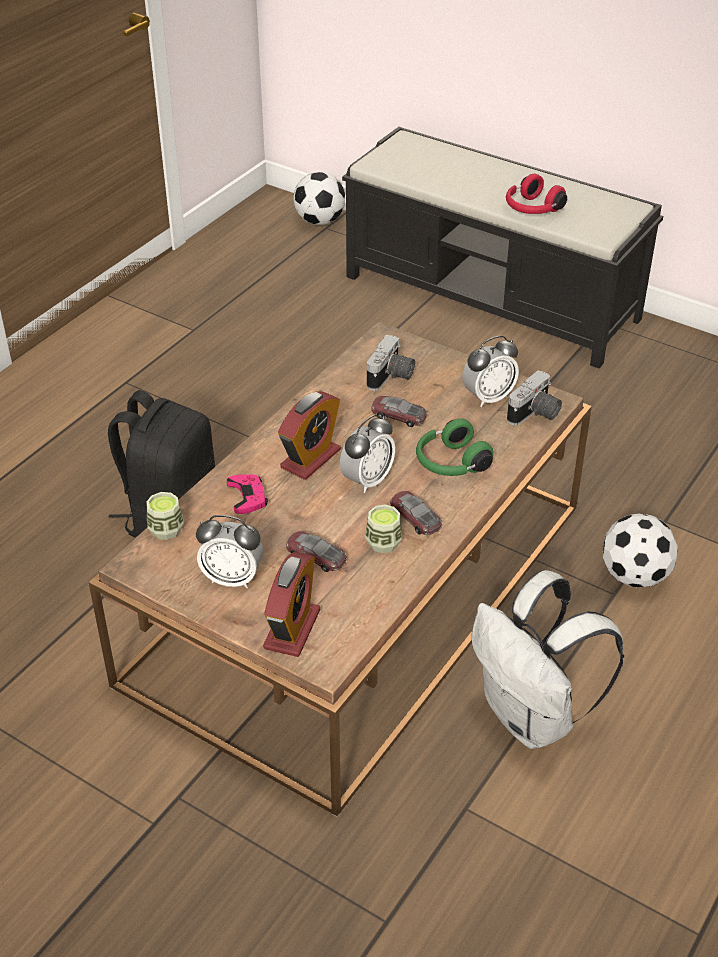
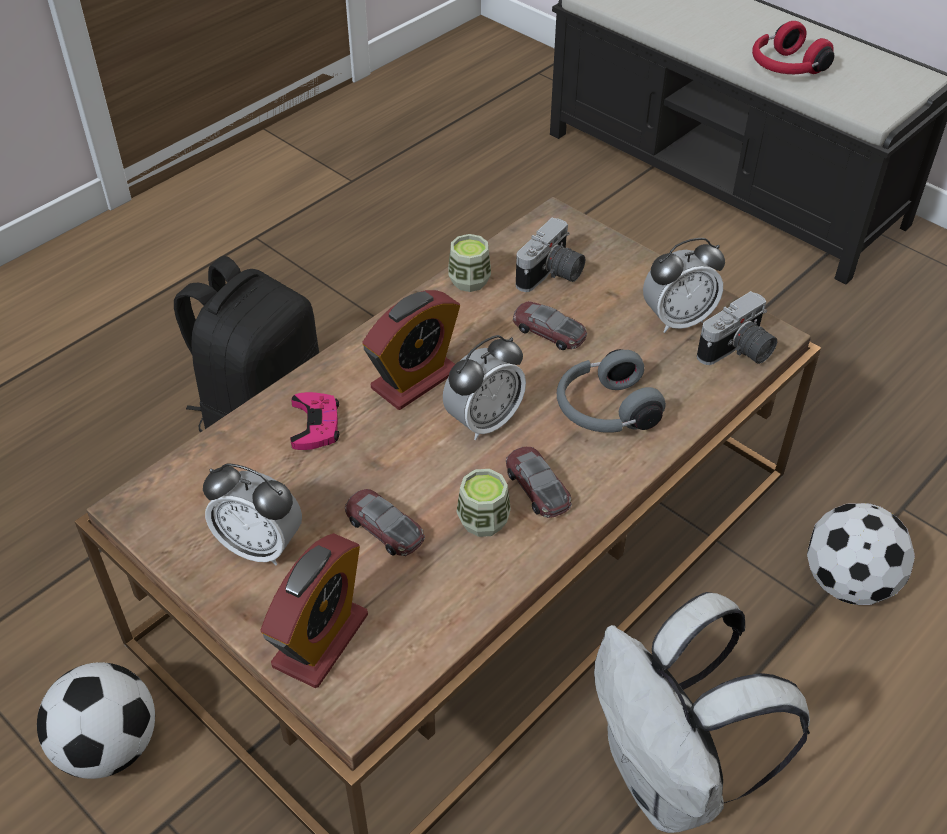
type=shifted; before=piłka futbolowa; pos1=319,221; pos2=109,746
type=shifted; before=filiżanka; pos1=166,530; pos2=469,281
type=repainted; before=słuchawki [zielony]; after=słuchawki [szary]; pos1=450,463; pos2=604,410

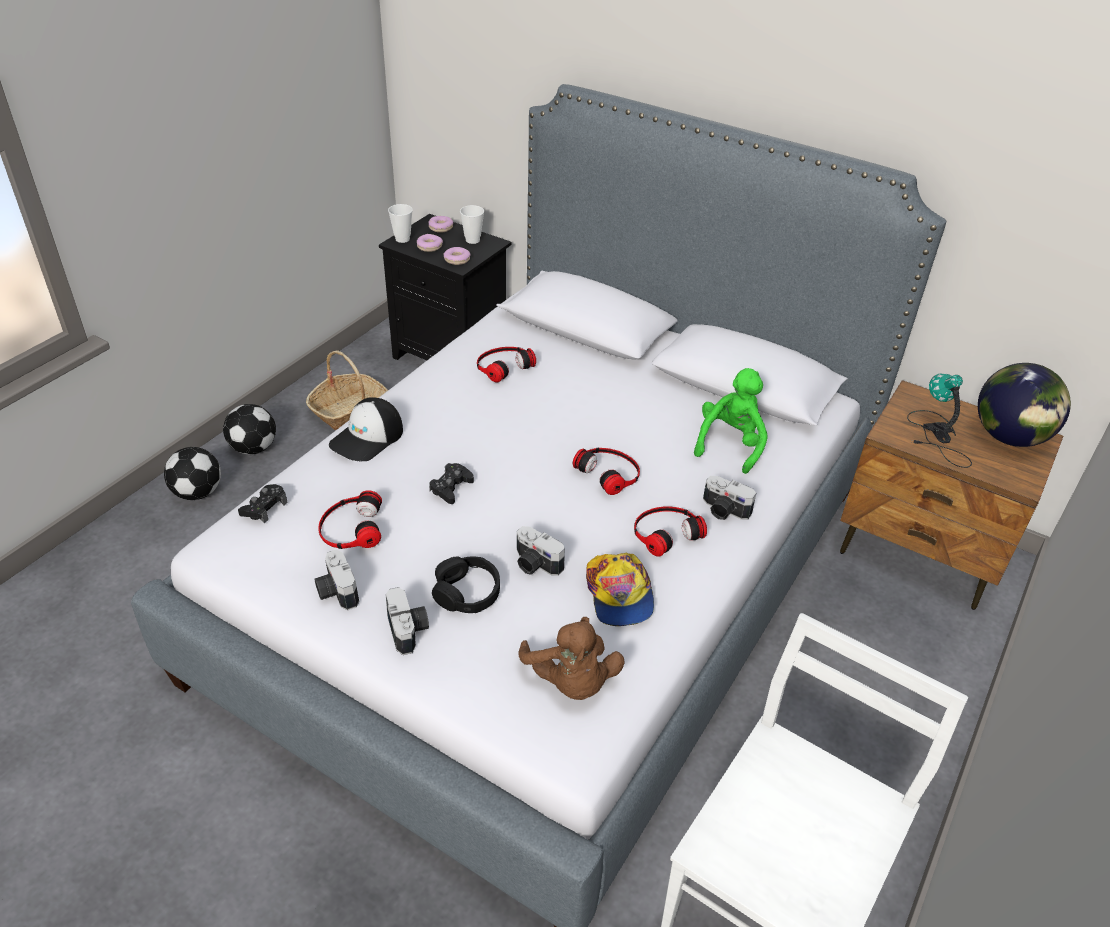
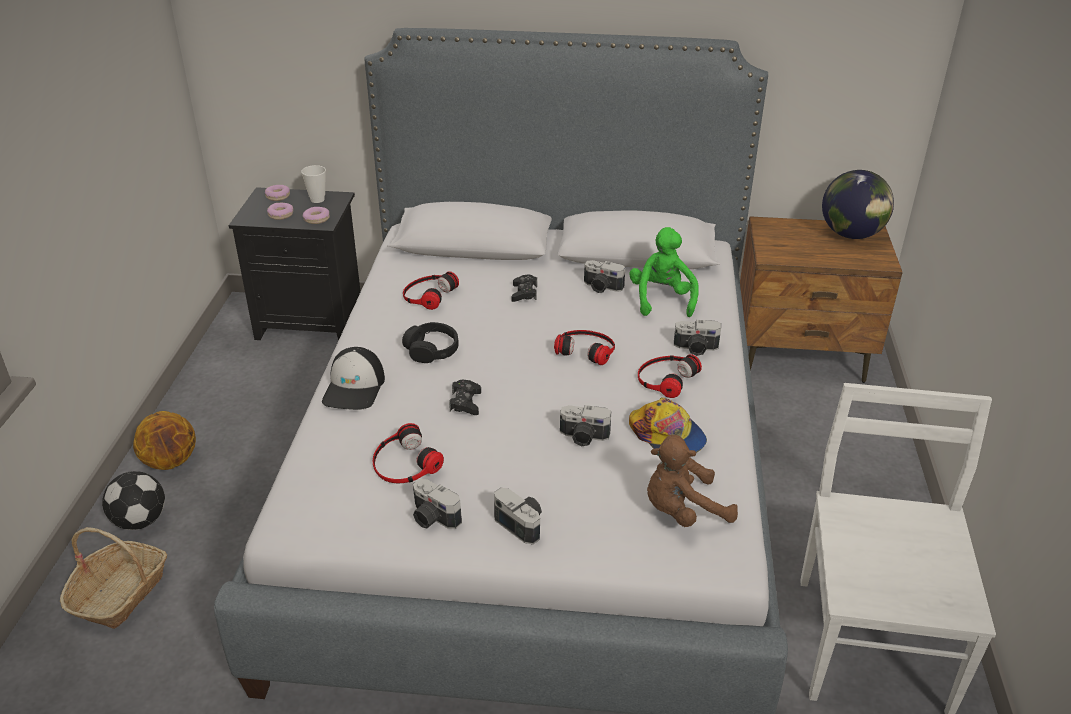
type=shifted; before=koszyk; pos1=349,410; pos2=120,593
type=swapped; before=piłka futbolowa; after=piłka do koszykówki; pos1=254,448; pos2=171,462
type=shifted; before=słuchawki [czarny]; pos1=467,592; pos2=432,350
type=shifted; before=pad do gier [czarny]; pos1=264,507; pos2=524,293
type=new; after=aparat fotograficzny; pos2=601,287
type=rotated; before=pluszak [brązowy]; pos1=571,681; pos2=682,511; turn=120
type=gone; before=filiżanka; pos1=402,239
type=gone; before=lampa stołowa; pos1=937,436

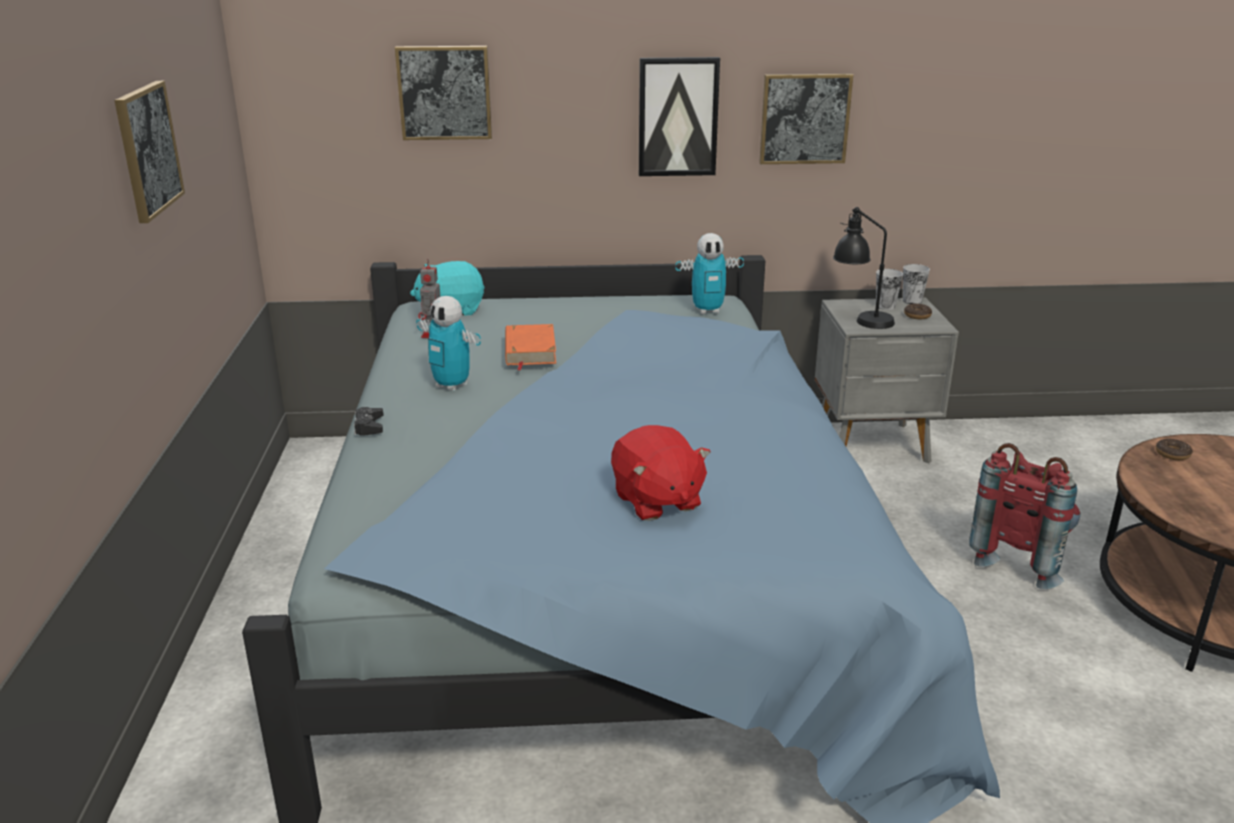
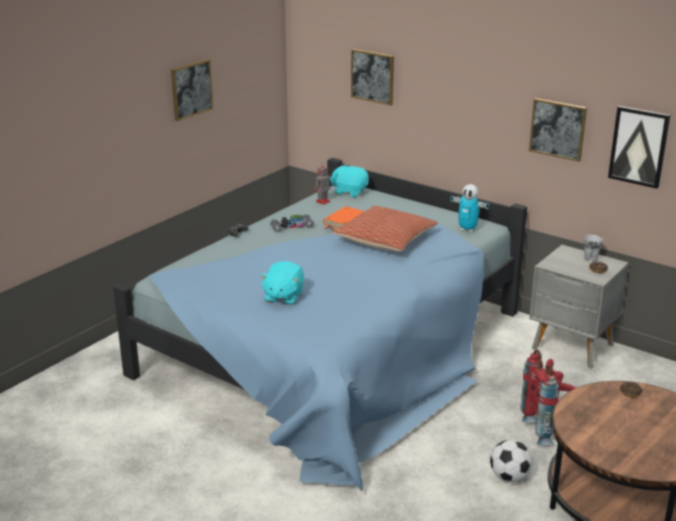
type=repainted; before=pluszak [czerwony]; after=pluszak [turkusowy]; pos1=656,501; pos2=283,297
type=swapped; before=robot zabawkowy; after=samochodzik; pos1=452,386; pos2=292,227
type=new; after=poduszka; pos2=385,240
type=new; after=piłka futbolowa; pos2=509,477
type=shifted; before=obraz; pos1=678,117; pos2=639,146
type=gone; before=lampa stołowa [czarny]; pos1=859,318
type=gone; before=filiżanka; pos1=912,301

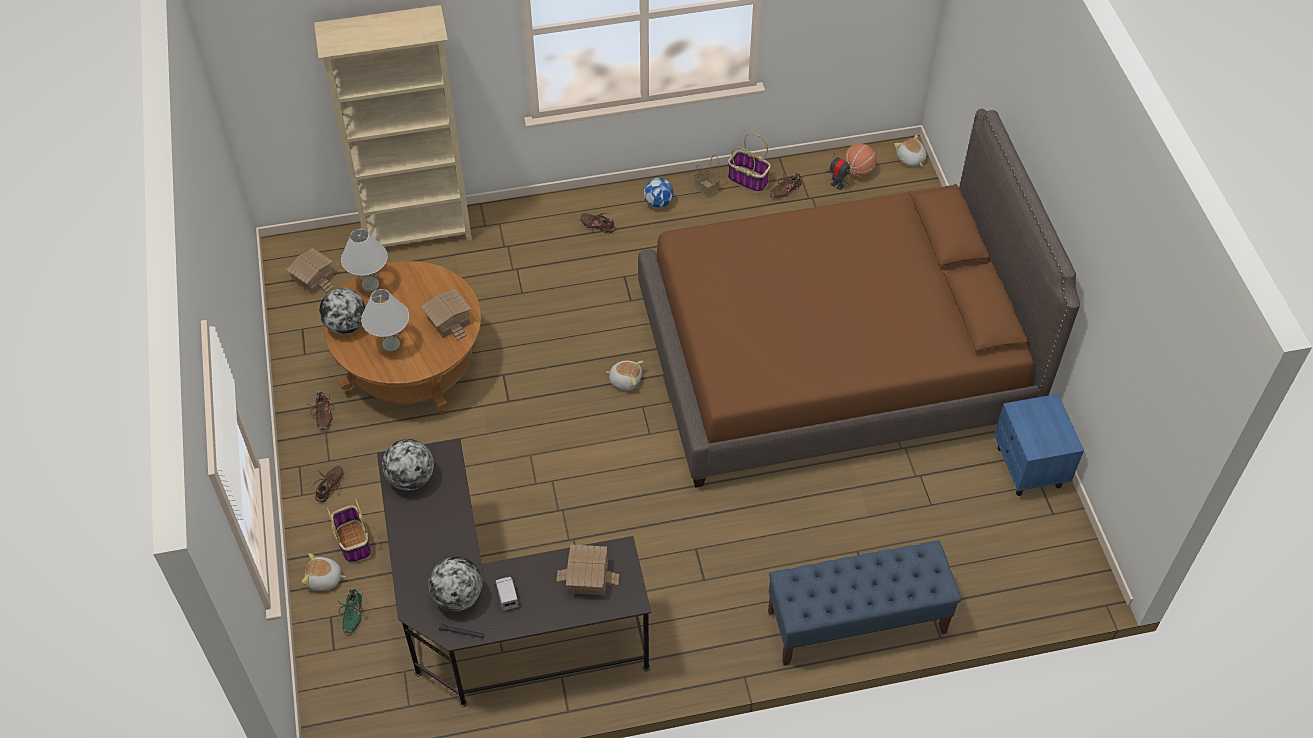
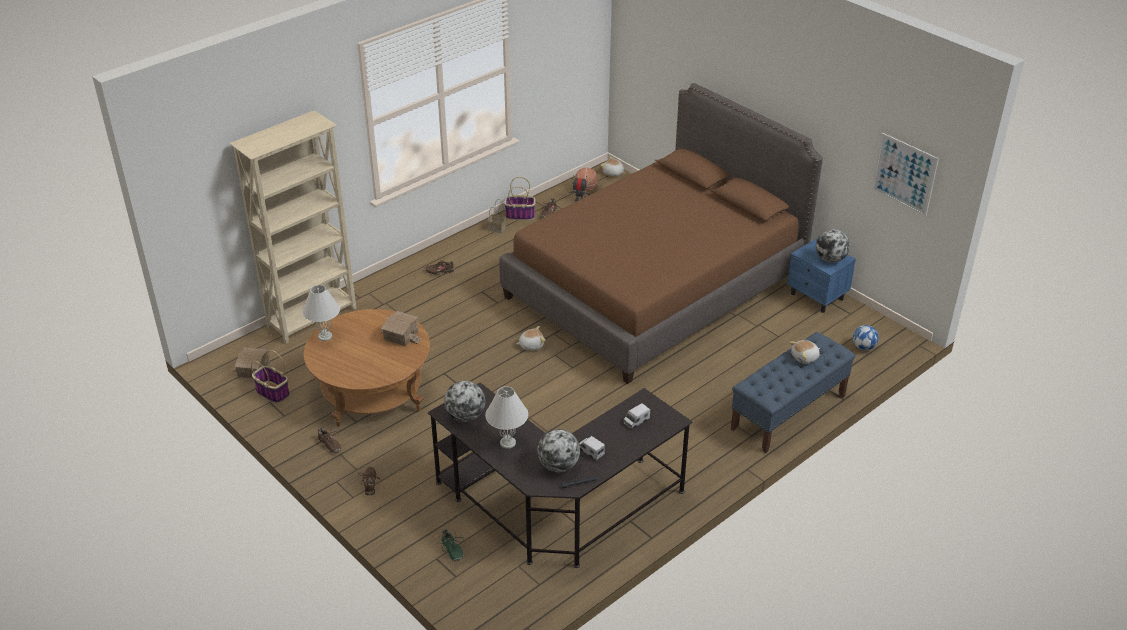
type=shifted; before=koszyk; pos1=353,541; pos2=272,392
type=shifted; before=lampa stołowa [biały]; pos1=390,344; pos2=507,443
type=swapped; before=domek; after=ciężarówka zabawkowa; pos1=587,579; pos2=636,421
type=shifted; before=pluszak; pos1=324,579; pos2=805,358
type=shifted; before=globus; pos1=346,325; pos2=830,259
type=shifted; before=piłka futbolowa; pos1=658,203; pos2=863,347
type=new; after=obraz; pos2=904,174

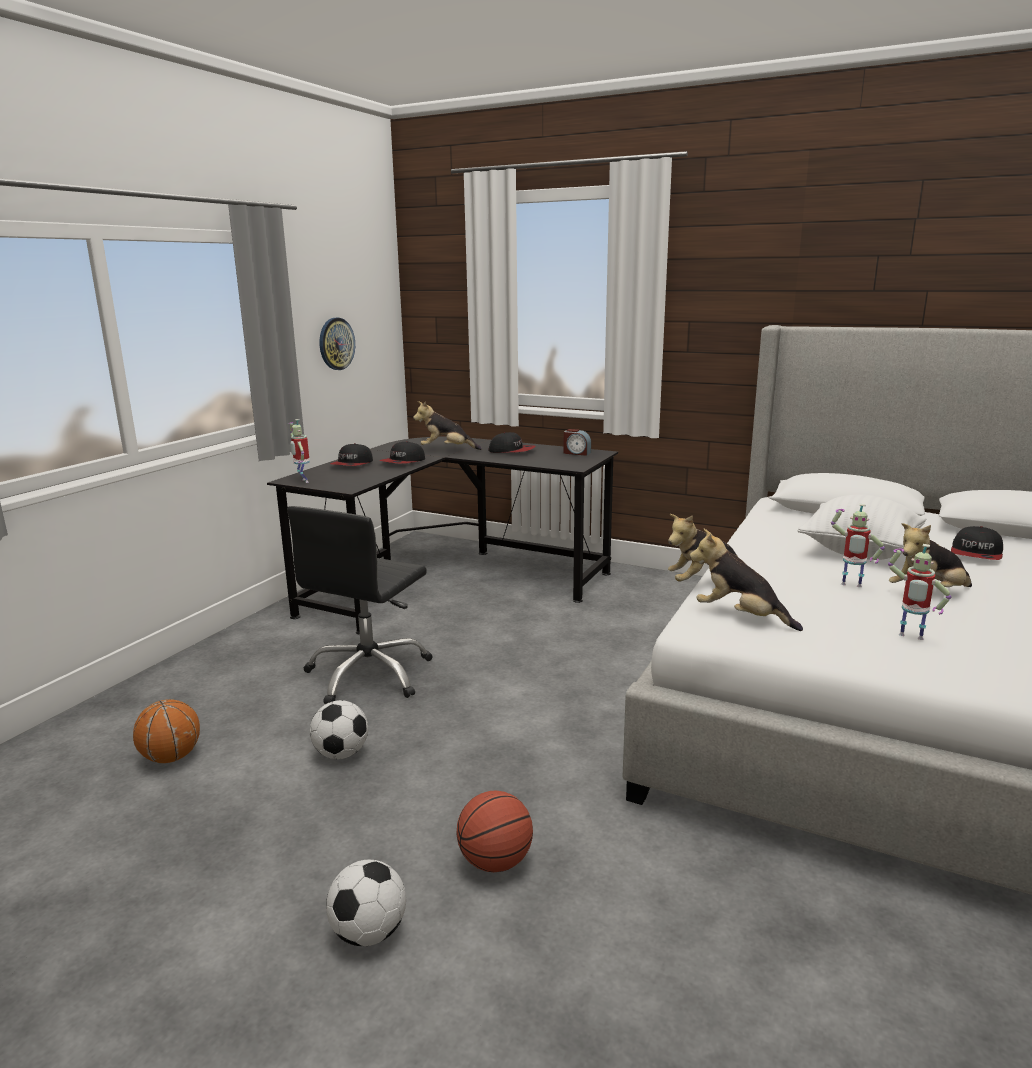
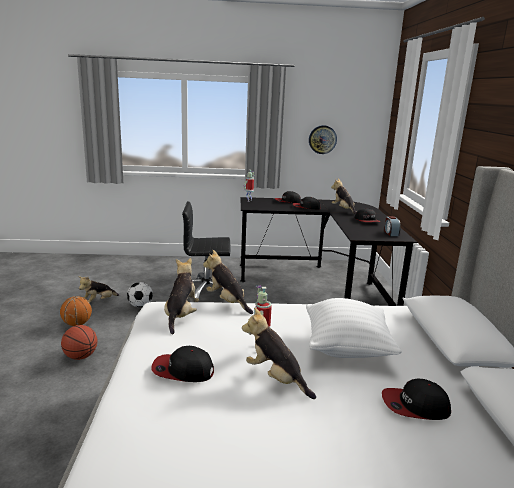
type=shifted; before=piłka do koszykówki; pos1=171,757; pos2=77,324
type=new; after=pluszak; pos2=98,302
type=swapped; before=robot zabawkowy; after=czapka z daszkiem; pos1=909,638; pos2=182,370
type=gone; before=piłka futbolowa; pos1=368,932

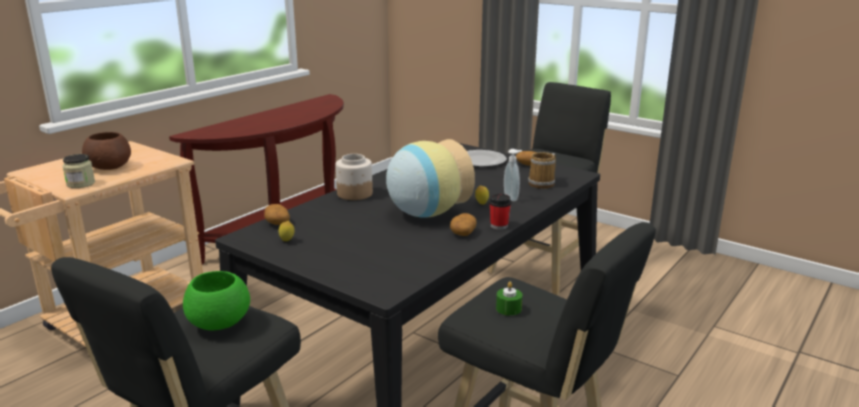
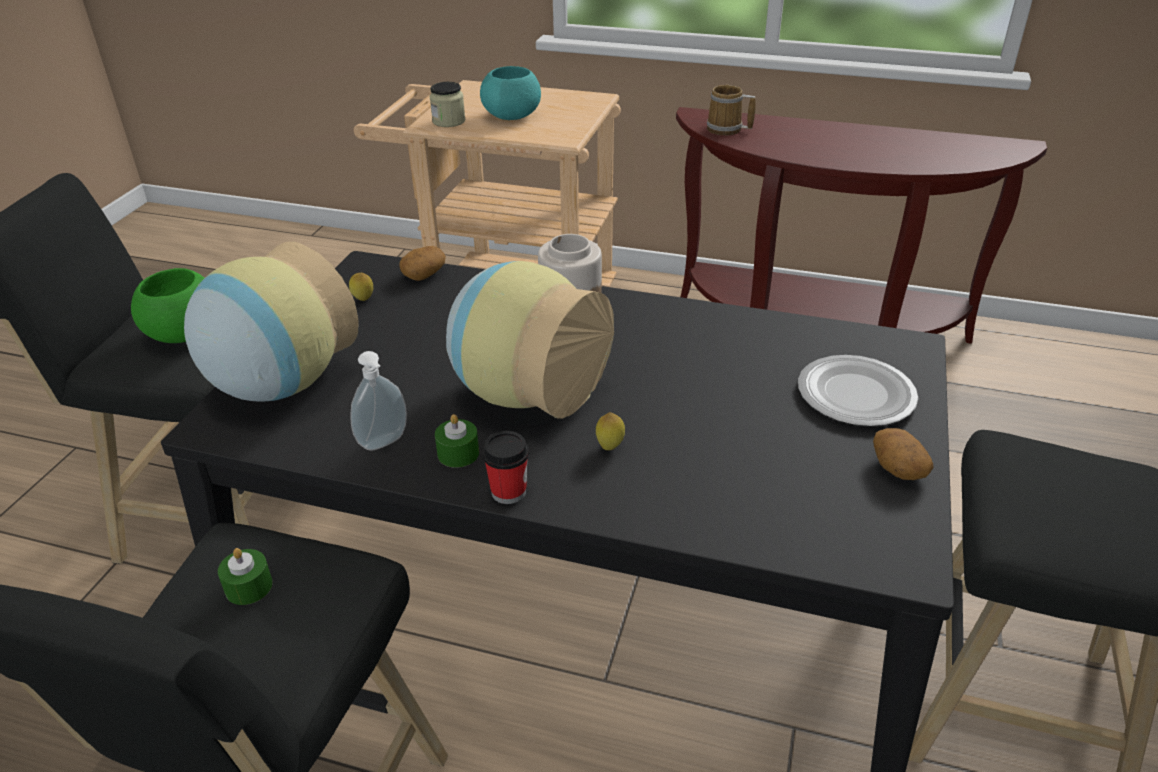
type=new; after=wazon; pos2=278,384
type=shifted; before=dozownik mydła; pos1=512,198; pos2=385,443
type=swapped; before=ziemniak; after=świeca [zielony]; pos1=463,232; pos2=458,453
type=repainted; before=miska [brązowy]; after=miska [turkusowy]; pos1=110,167; pos2=513,116
type=shifted; before=kubek; pos1=543,183; pos2=726,129

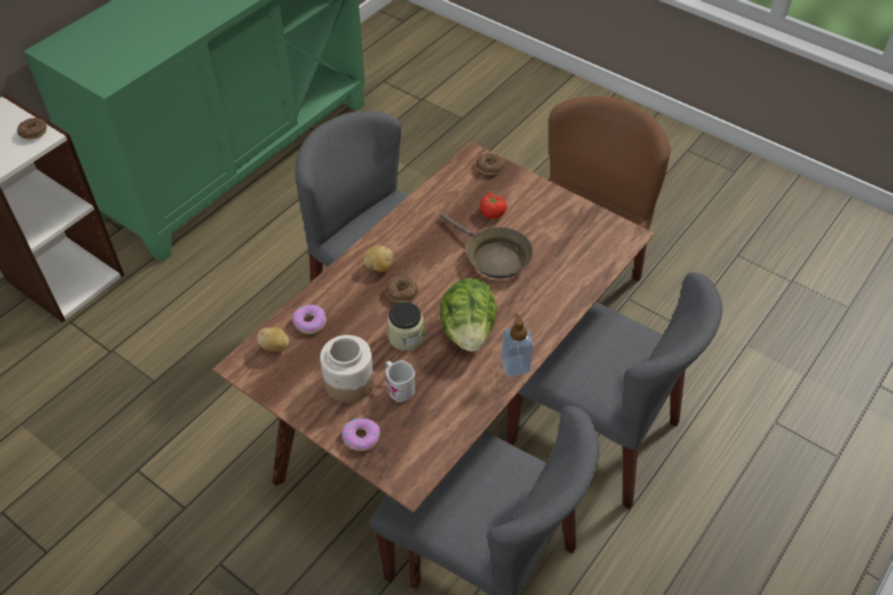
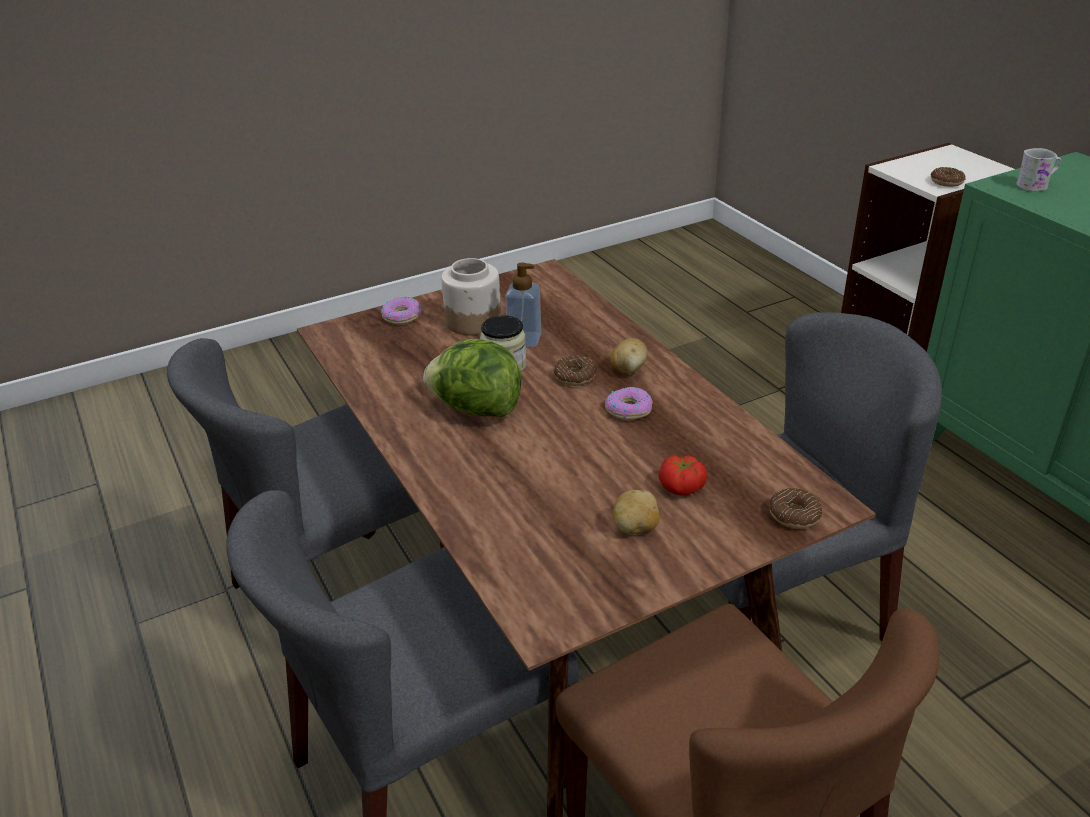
type=shifted; before=dozownik mydła; pos1=515,366; pos2=524,340
type=shifted; before=donut; pos1=310,322; pos2=628,409
type=shifted; before=ziemniak; pos1=275,347; pos2=636,528
type=shifted; before=kubek [biały]; pos1=398,387; pos2=1036,186
type=gone; before=patelnia [brązowy]; pos1=493,257

